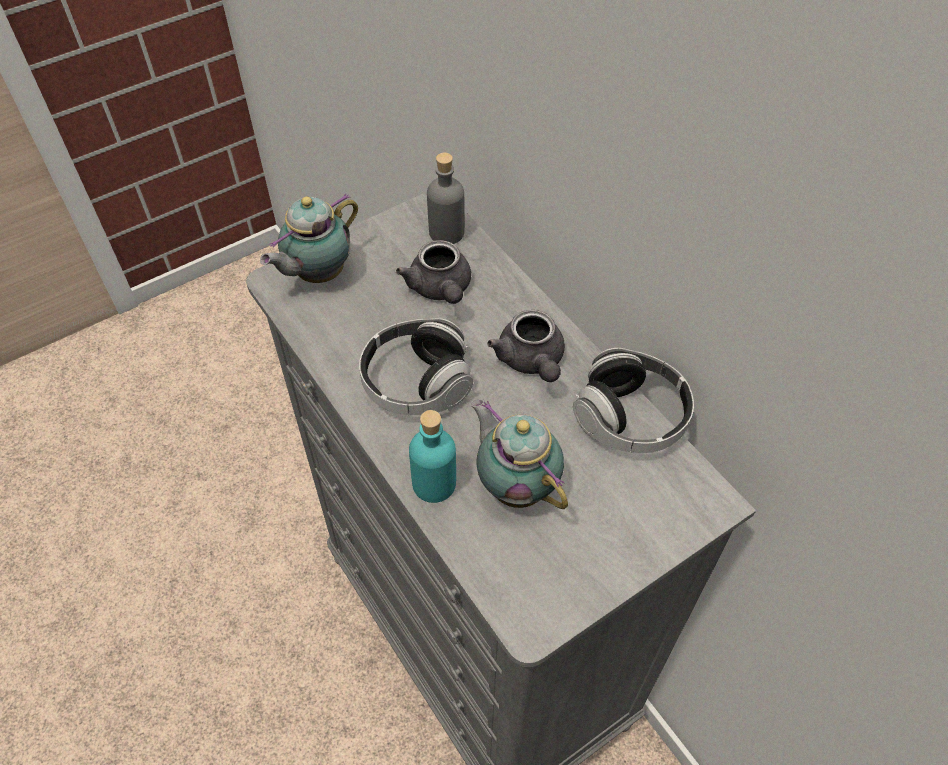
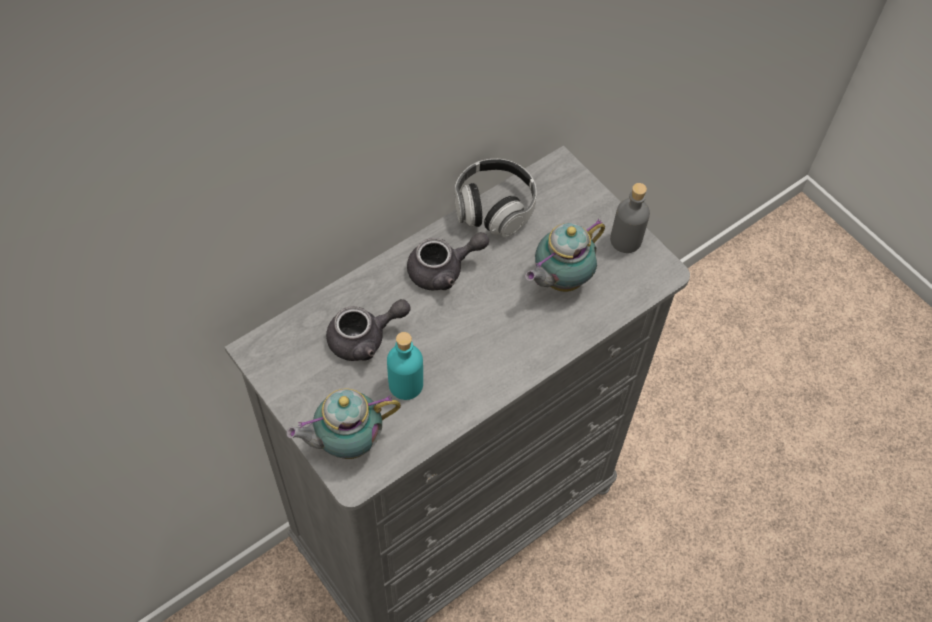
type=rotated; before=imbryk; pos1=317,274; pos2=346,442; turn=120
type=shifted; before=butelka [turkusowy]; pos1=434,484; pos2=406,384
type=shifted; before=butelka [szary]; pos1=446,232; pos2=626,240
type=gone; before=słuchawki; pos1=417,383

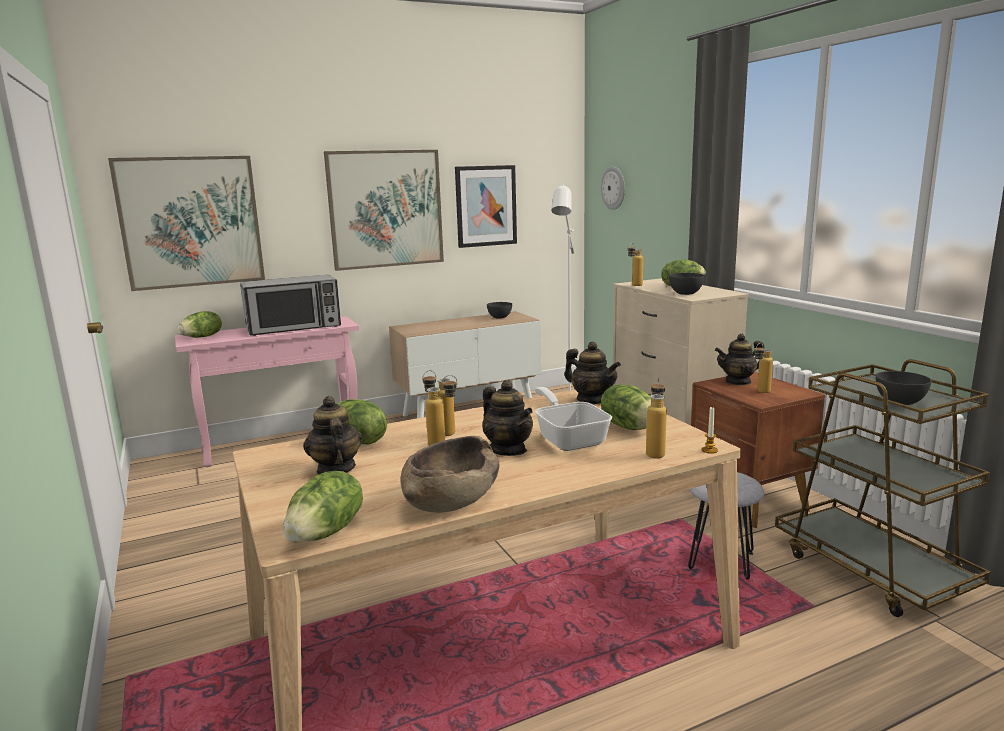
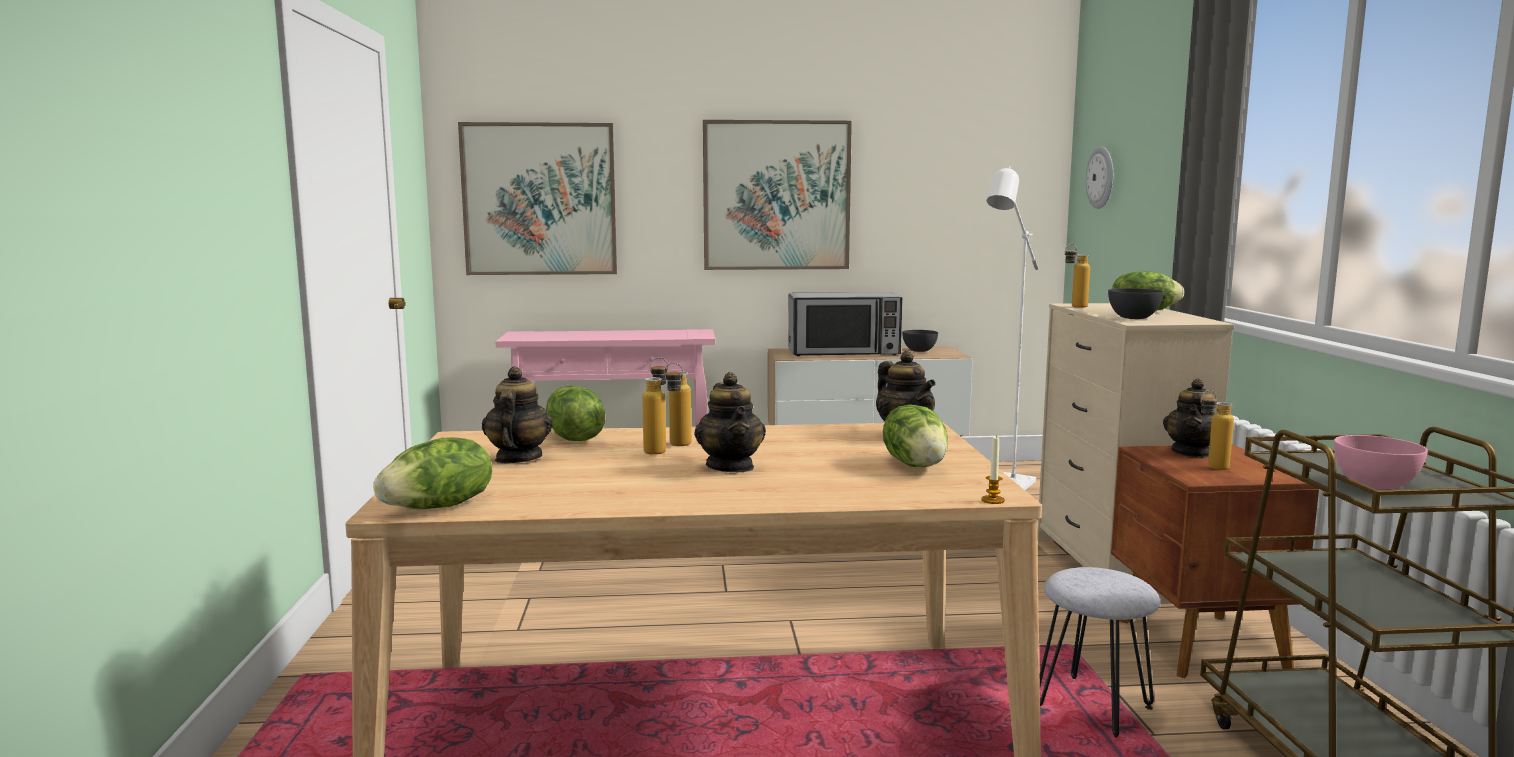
type=shifted; before=mikrofalówka; pos1=294,327; pos2=844,352
type=rotated; before=imbryk; pos1=738,381; pos2=1192,453; turn=-75
type=repainted; before=miska [szary]; after=miska [różowy]; pos1=899,402; pos2=1375,485
type=gone; before=sałata; pos1=202,337
type=gone; before=miska [brązowy]; pos1=451,498
type=gone; before=obraz; pos1=486,206
type=gone; before=patelnia; pos1=569,438
type=gone; before=butelka; pos1=655,452

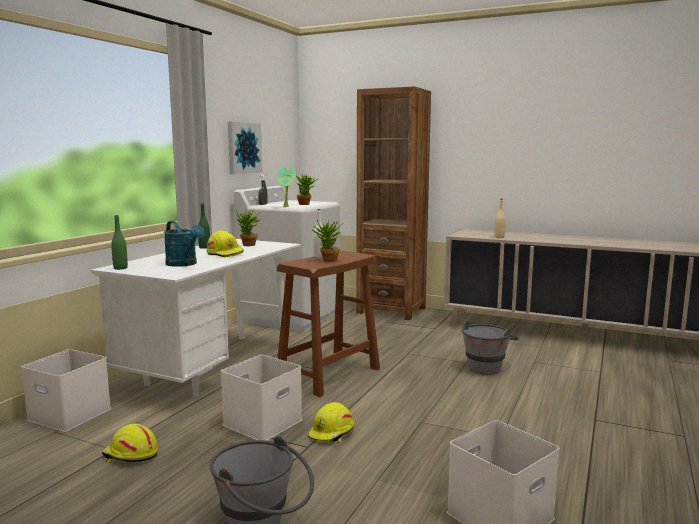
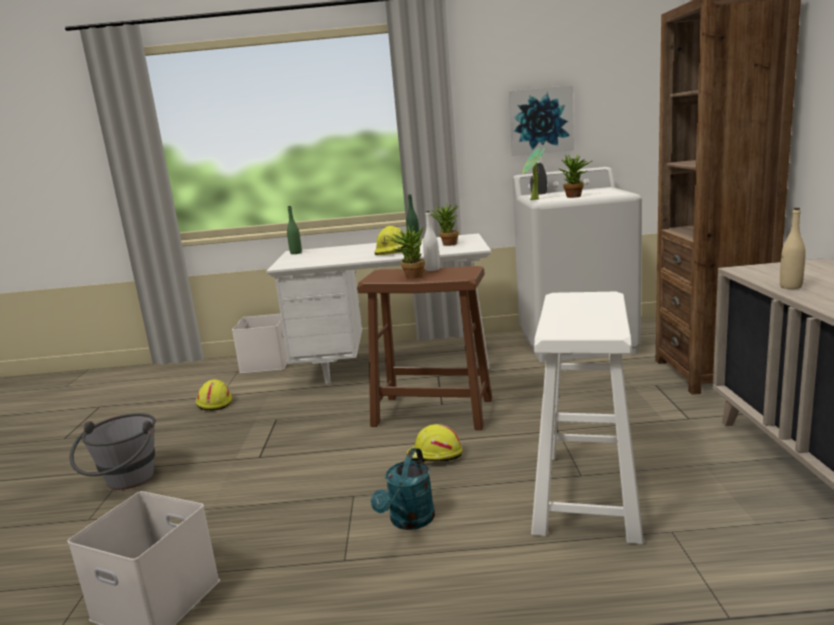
type=shifted; before=konewka [turkusowy]; pos1=184,264; pos2=409,521
type=shifted; before=kask [żółty]; pos1=332,433; pos2=434,456
type=swapped; before=wiadro [szary]; after=stołek [biały]; pos1=487,366; pos2=586,495
type=gone; before=pojemnik do przechowywania [biały]; pos1=263,421

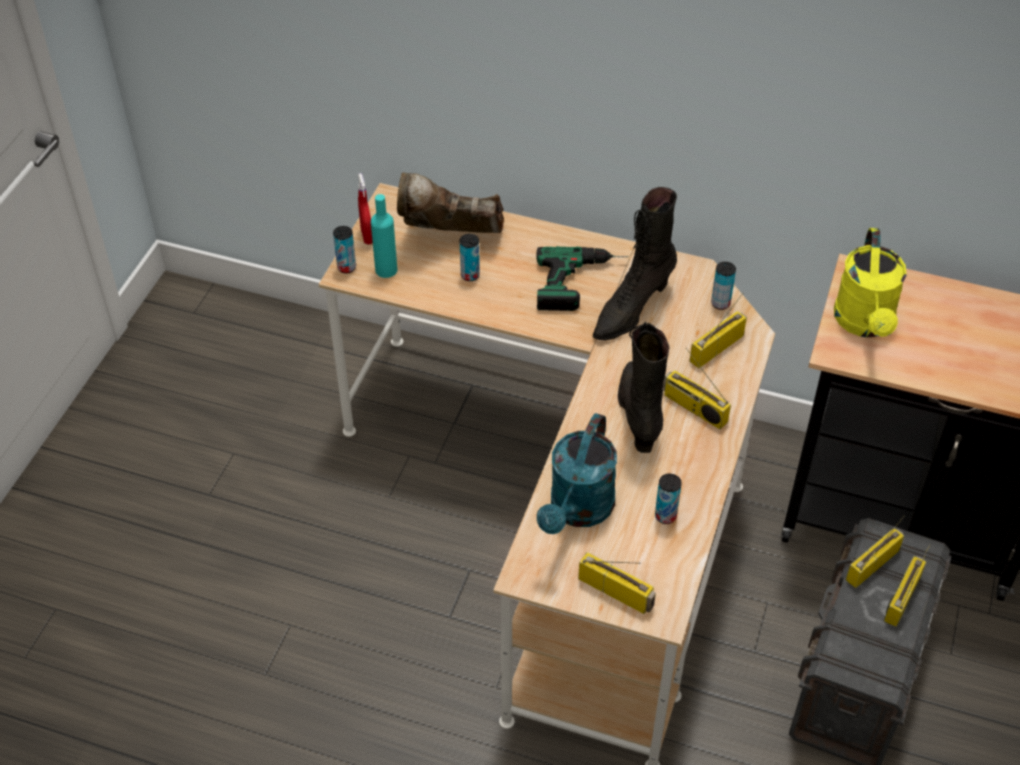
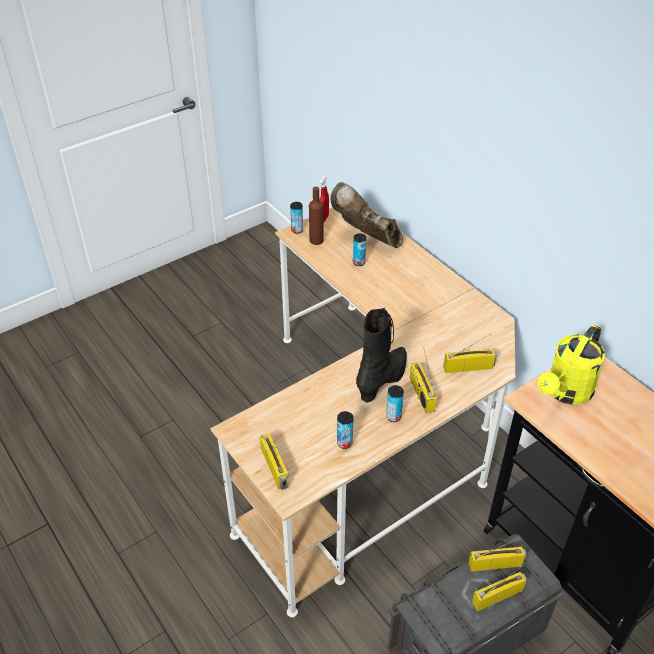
type=repainted; before=butelka [turkusowy]; after=butelka [brązowy]; pos1=386,270; pos2=316,240
type=shifted; before=puszka; pos1=720,303; pos2=393,417
type=gone; before=wiertarka; pos1=582,282
type=gone; before=konewka [turkusowy]; pos1=578,511
type=gone; before=but z cholewką [czarny]; pos1=631,309

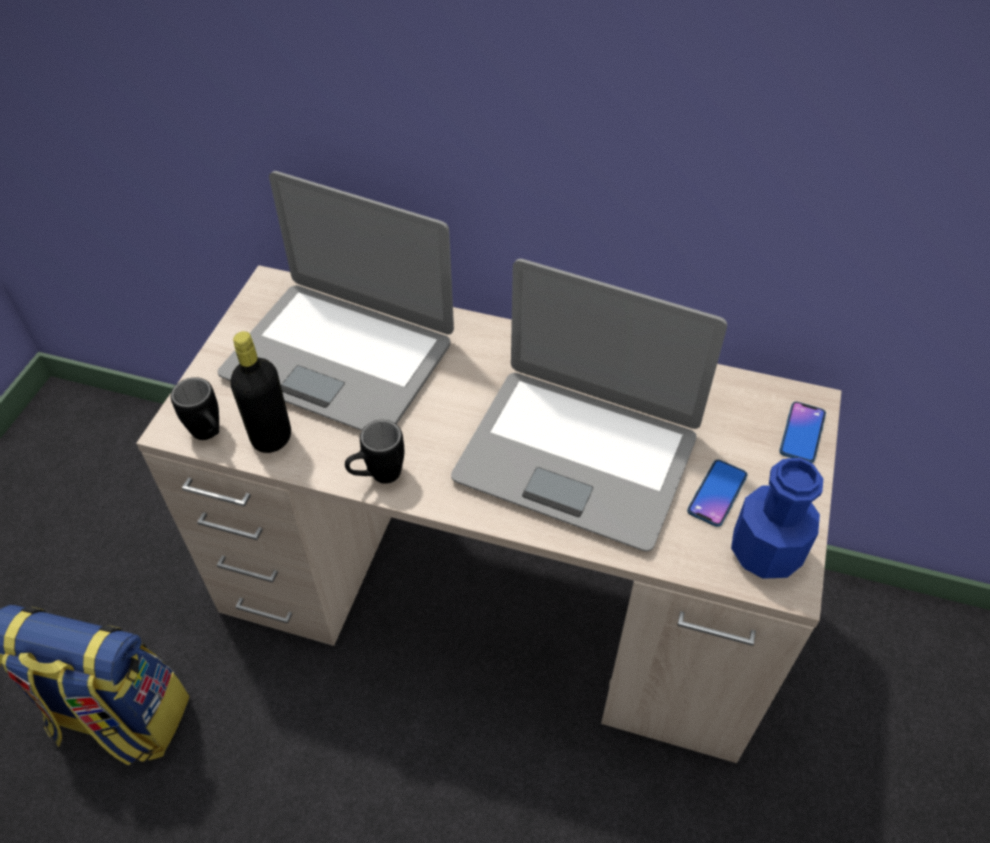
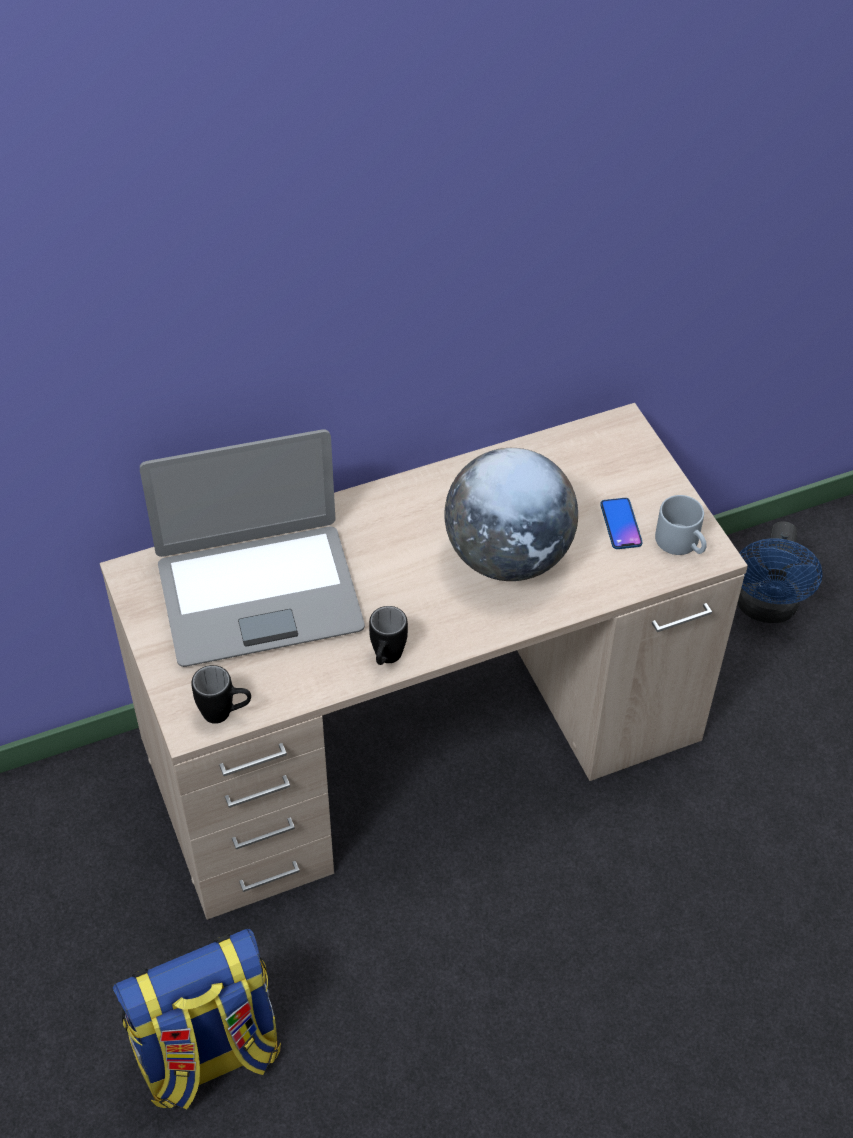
type=swapped; before=laptop; after=globus; pos1=577,456; pos2=508,556
type=swapped; before=butelka [niebieski]; after=kubek [szary]; pos1=765,552; pos2=682,543
type=new; after=wentylator [niebieski]; pos2=766,608
type=gone; before=butelka [czarny]; pos1=271,438
type=gone; before=telefon; pos1=802,433

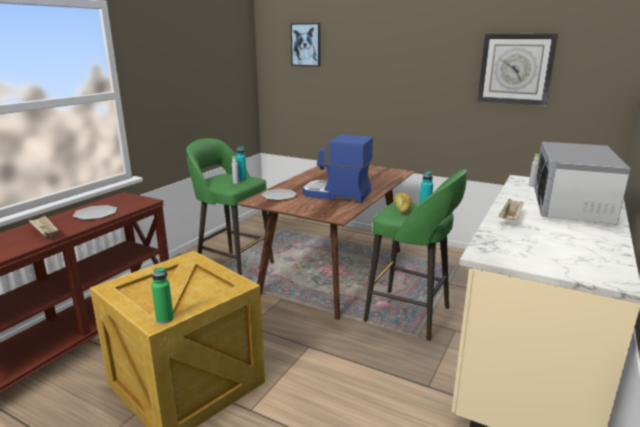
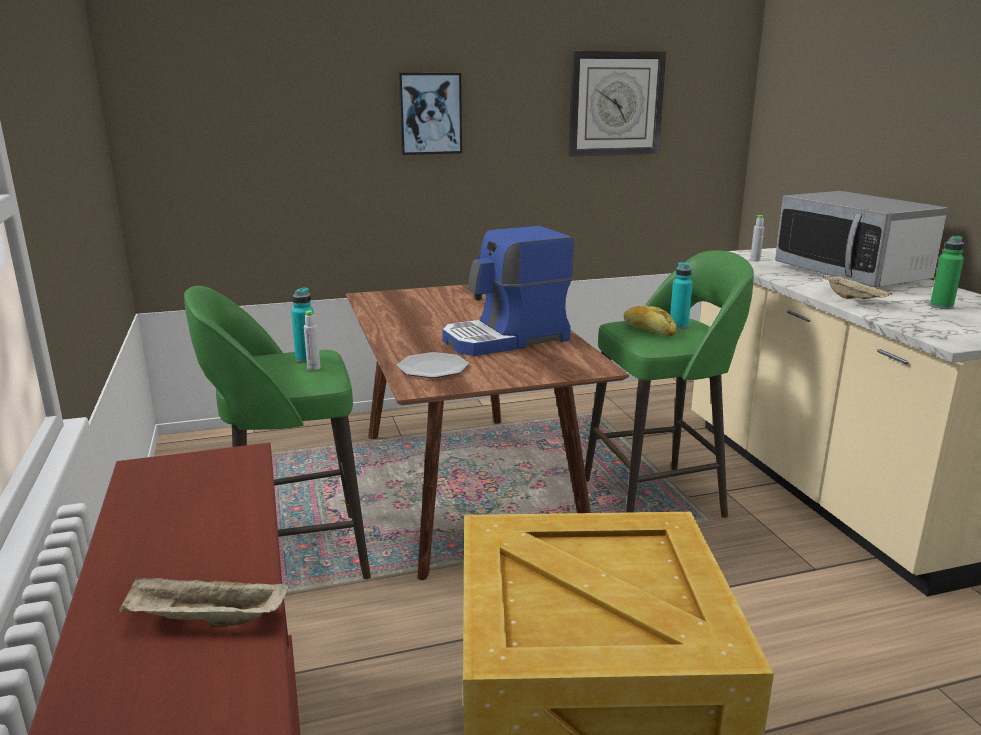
type=shifted; before=obraz; pos1=306,44; pos2=430,113
type=shifted; before=butelka [zielony]; pos1=165,319; pos2=941,306
type=gone; before=talerz; pos1=95,214

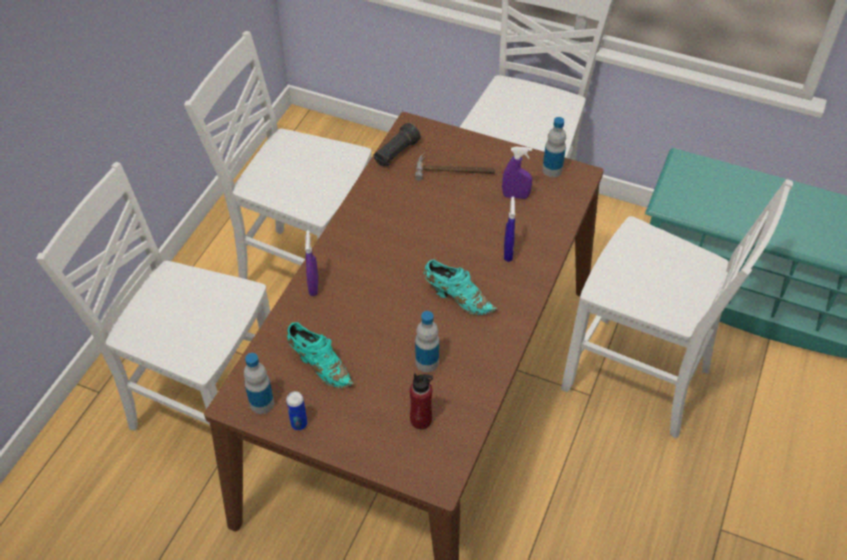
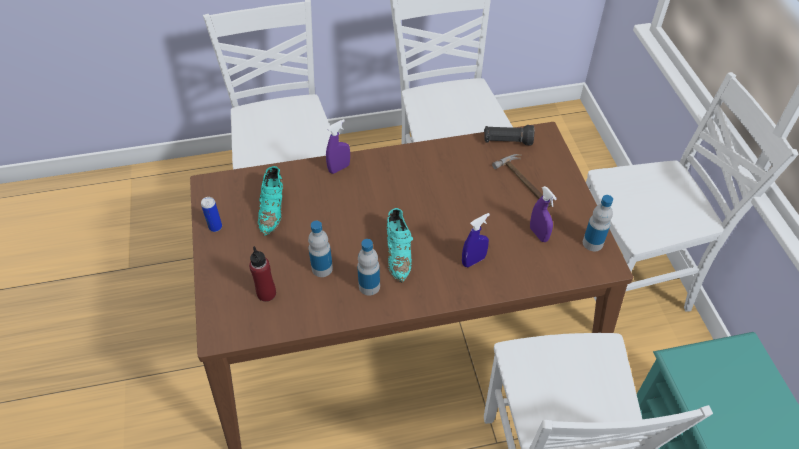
type=shifted; before=butelka; pos1=262,403; pos2=369,286

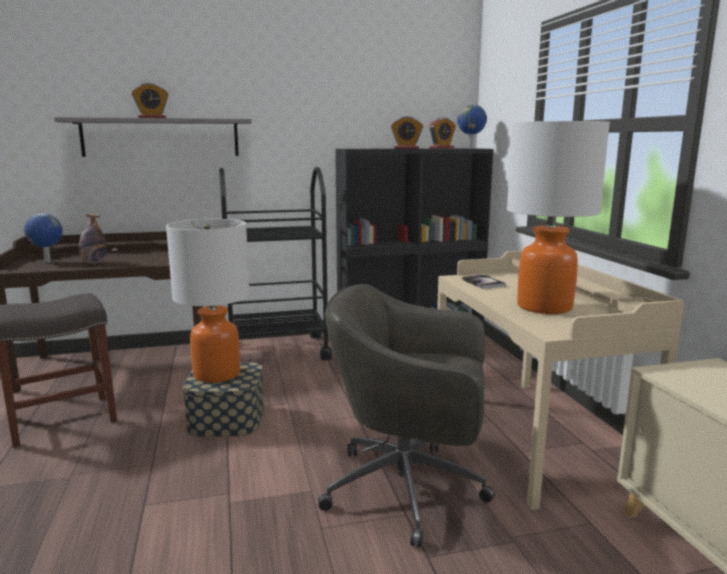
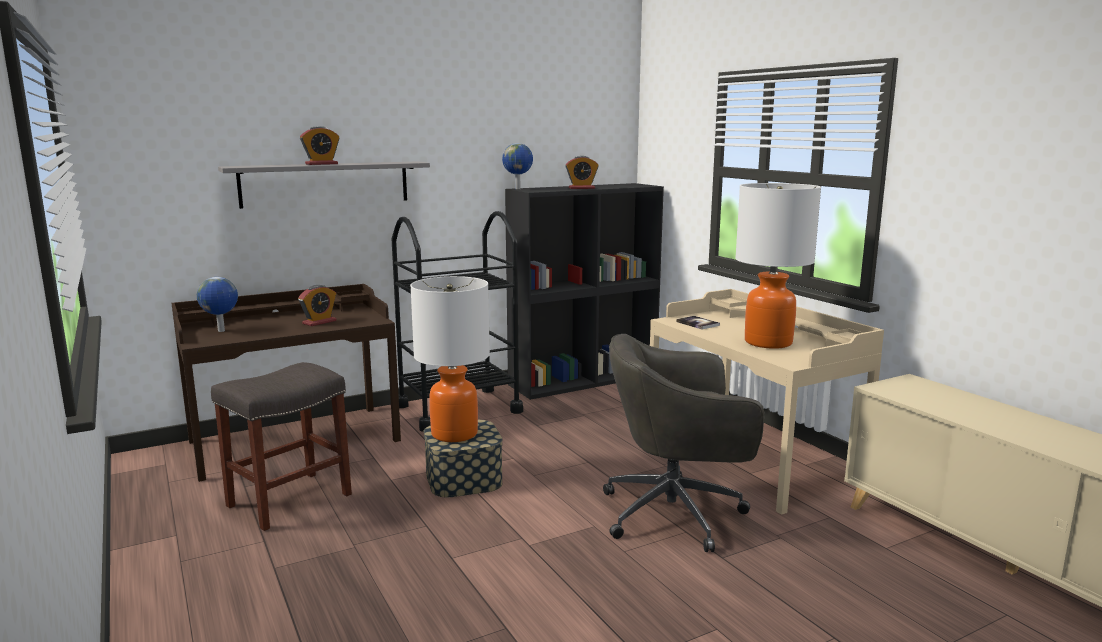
type=shifted; before=budzik; pos1=441,148; pos2=319,322
type=shifted; before=globus; pos1=471,148; pos2=518,189
type=gone; before=butelka; pos1=94,263

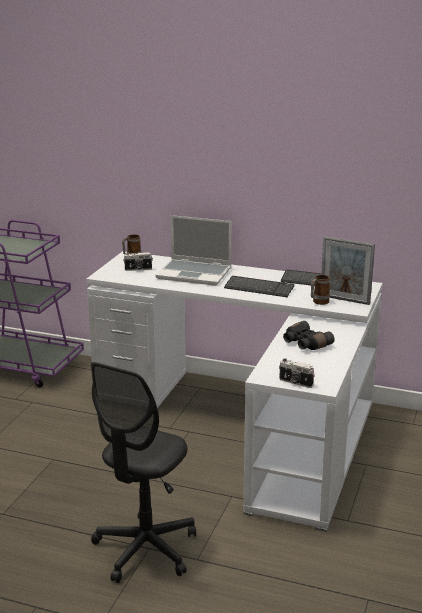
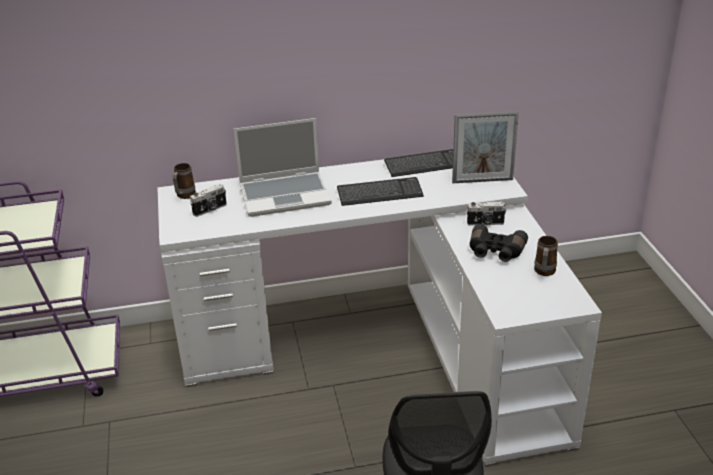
type=shifted; before=aparat fotograficzny; pos1=295,383; pos2=485,223
type=shifted; before=kubek; pos1=318,302; pos2=544,273

